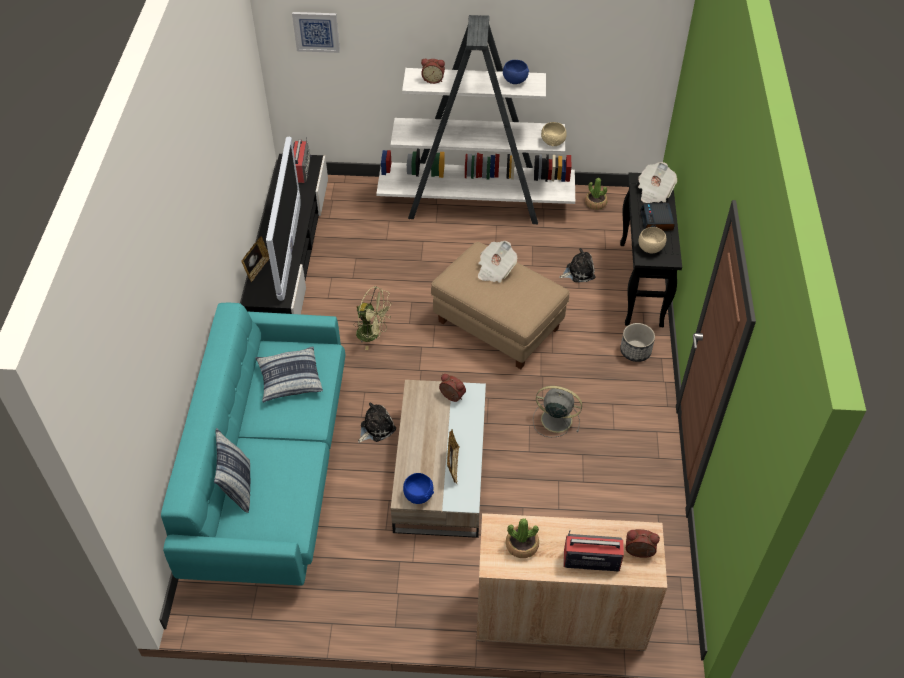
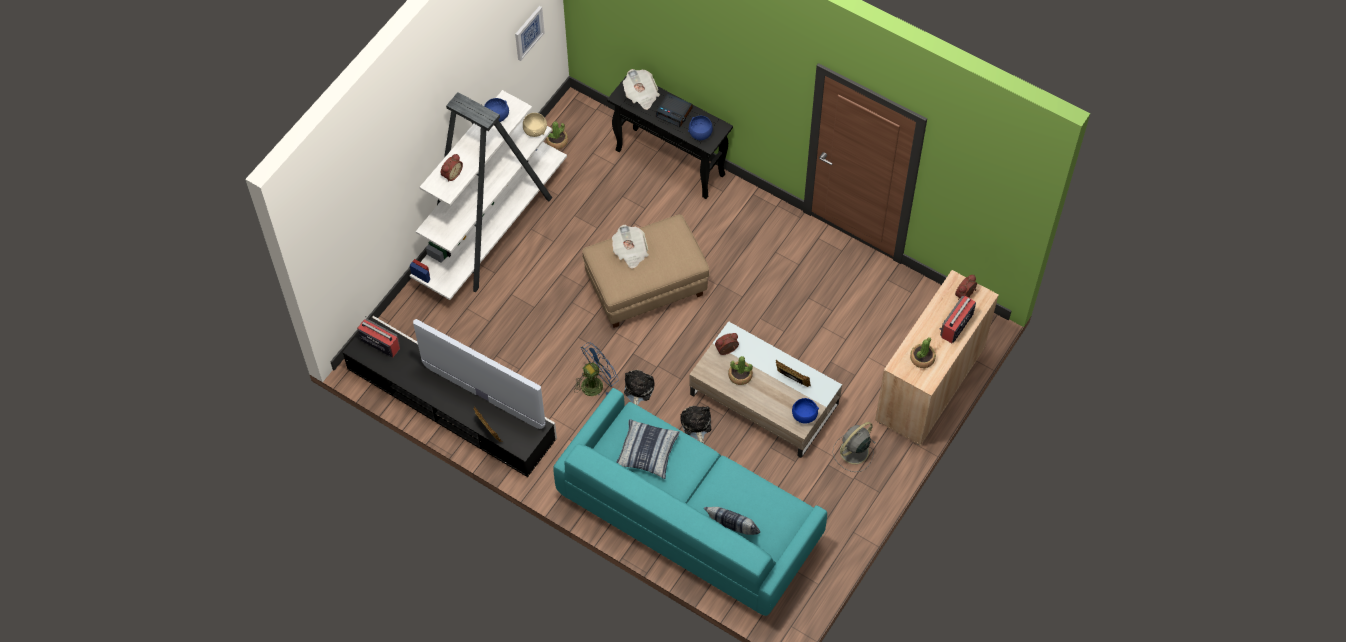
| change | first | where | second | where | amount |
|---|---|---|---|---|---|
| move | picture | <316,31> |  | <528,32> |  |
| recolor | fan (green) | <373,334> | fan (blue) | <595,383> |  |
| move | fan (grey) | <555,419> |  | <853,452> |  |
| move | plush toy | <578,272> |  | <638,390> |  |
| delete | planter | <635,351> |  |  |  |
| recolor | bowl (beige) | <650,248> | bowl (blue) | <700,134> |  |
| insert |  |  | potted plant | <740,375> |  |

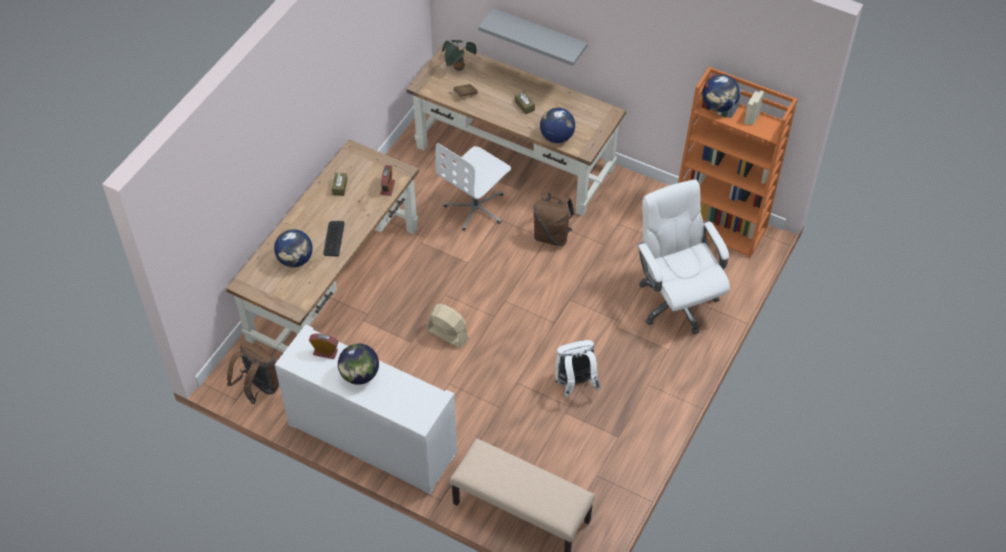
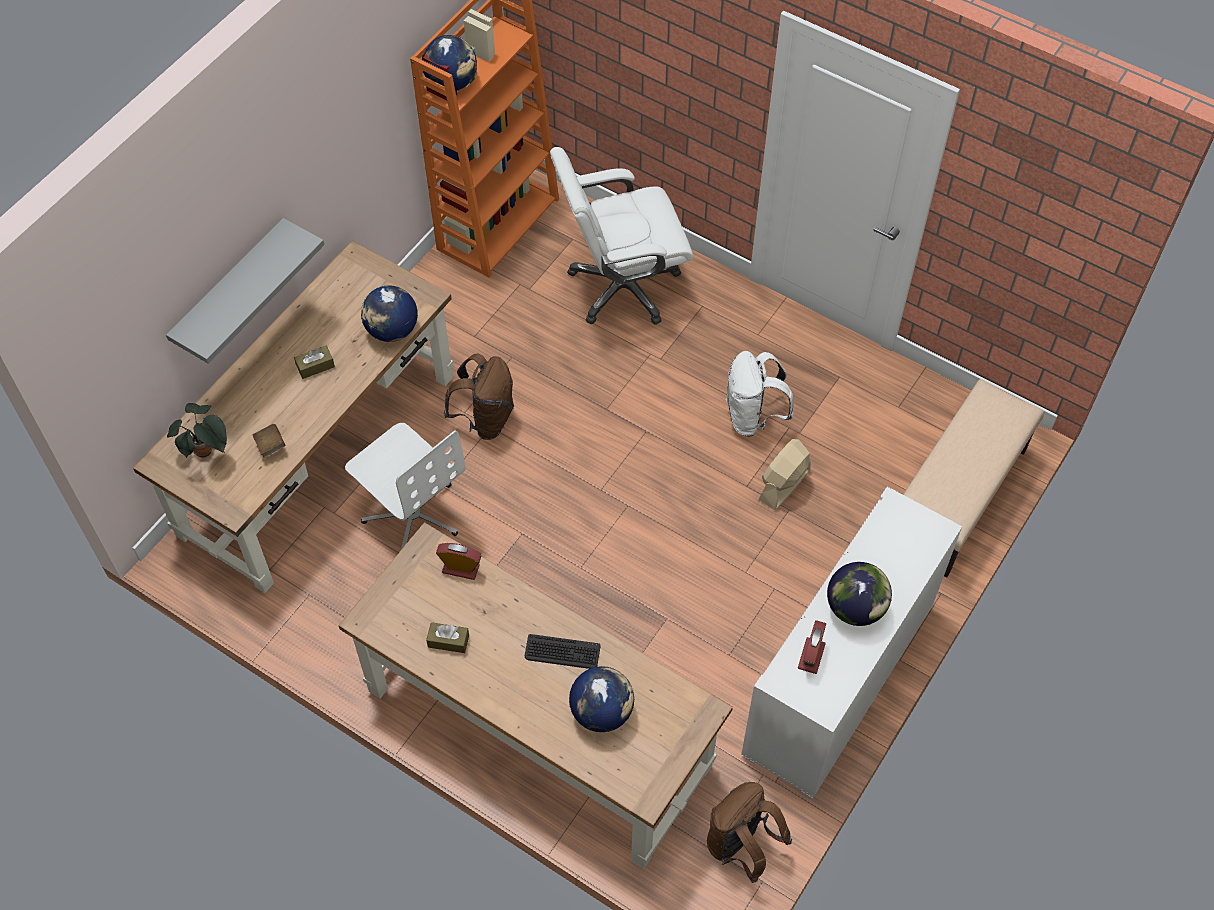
| change | first | where | second | where | amount |
|---|---|---|---|---|---|
| move | fan (beige) | <447,334> |  | <784,484> |  |

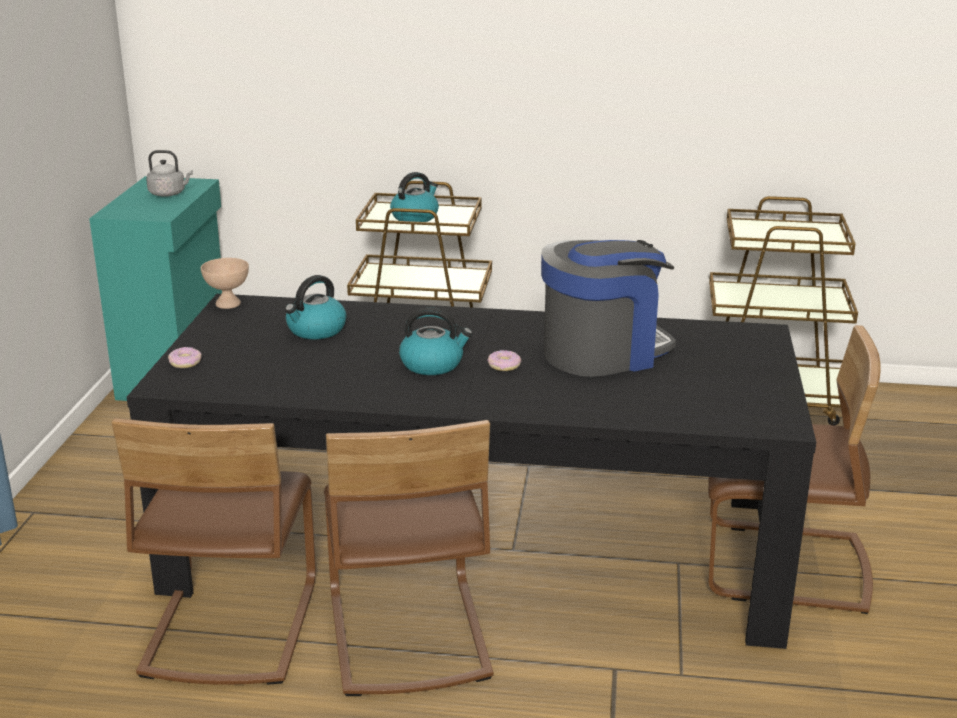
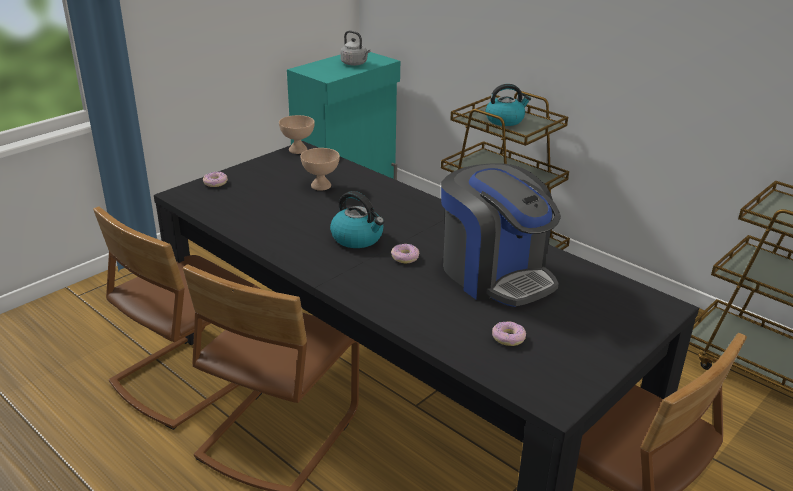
| change | first | where | second | where | amount |
|---|---|---|---|---|---|
| replace | kettle | <316,330> | bowl (beige) | <321,186> |  |
| rotate | coffee machine | <603,352> |  | <495,274> | 45 degrees clockwise |
| insert |  |  | donut | <508,338> |  |

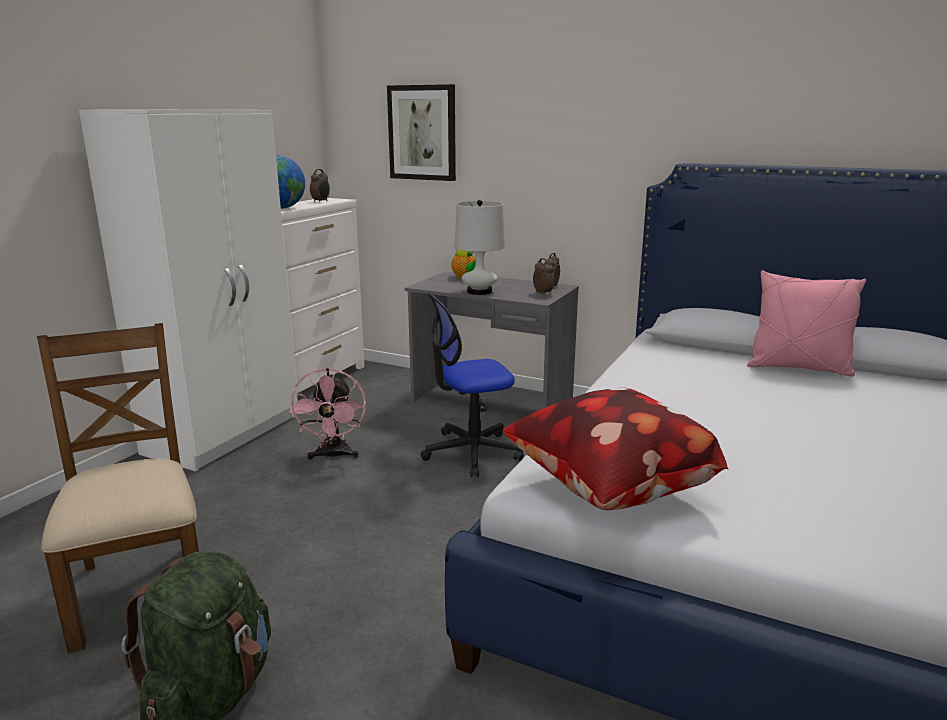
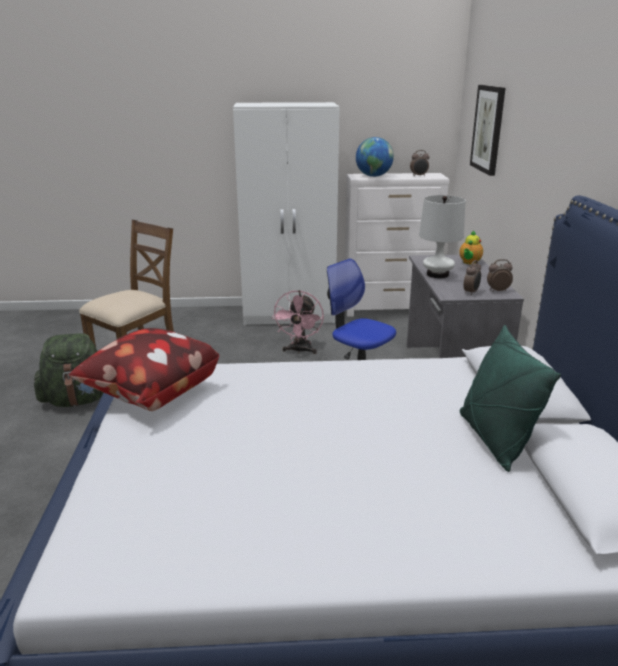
| change | first | where | second | where | amount |
|---|---|---|---|---|---|
| rotate | fan (pink) | <333,456> |  | <299,350> | 45 degrees counterclockwise |
| recolor | pillow (pink) | <798,368> | pillow (green) | <494,440> |  |

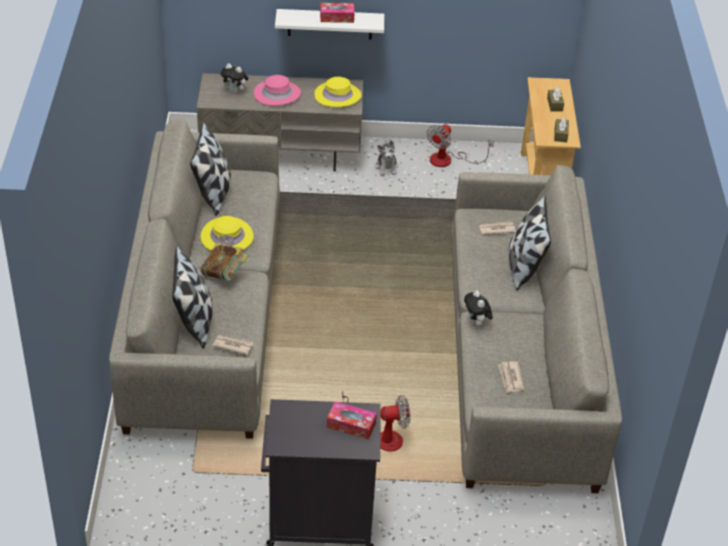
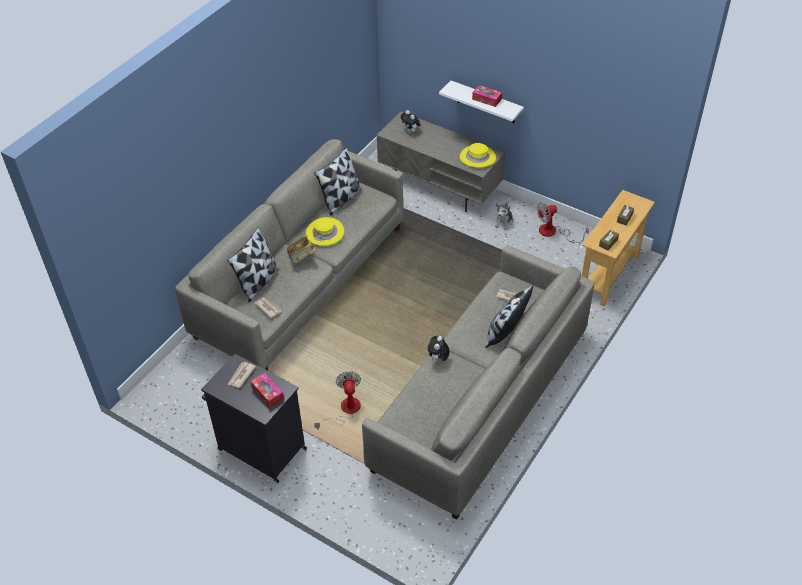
| change | first | where | second | where | amount |
|---|---|---|---|---|---|
| delete | hat (pink) | <277,94> |  |  |  |
| rotate | fan | <381,436> |  | <345,410> | 120 degrees counterclockwise |
| move | newspaper | <511,378> |  | <241,376> |  |

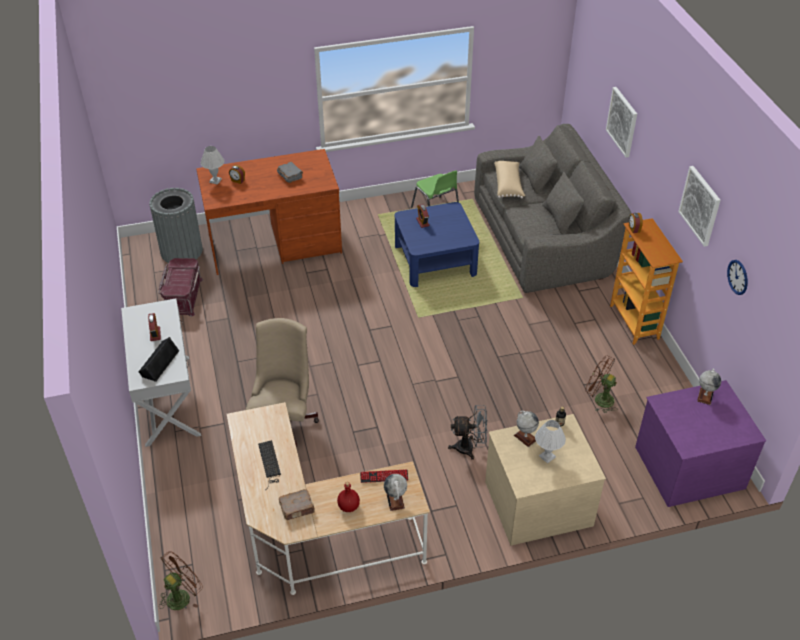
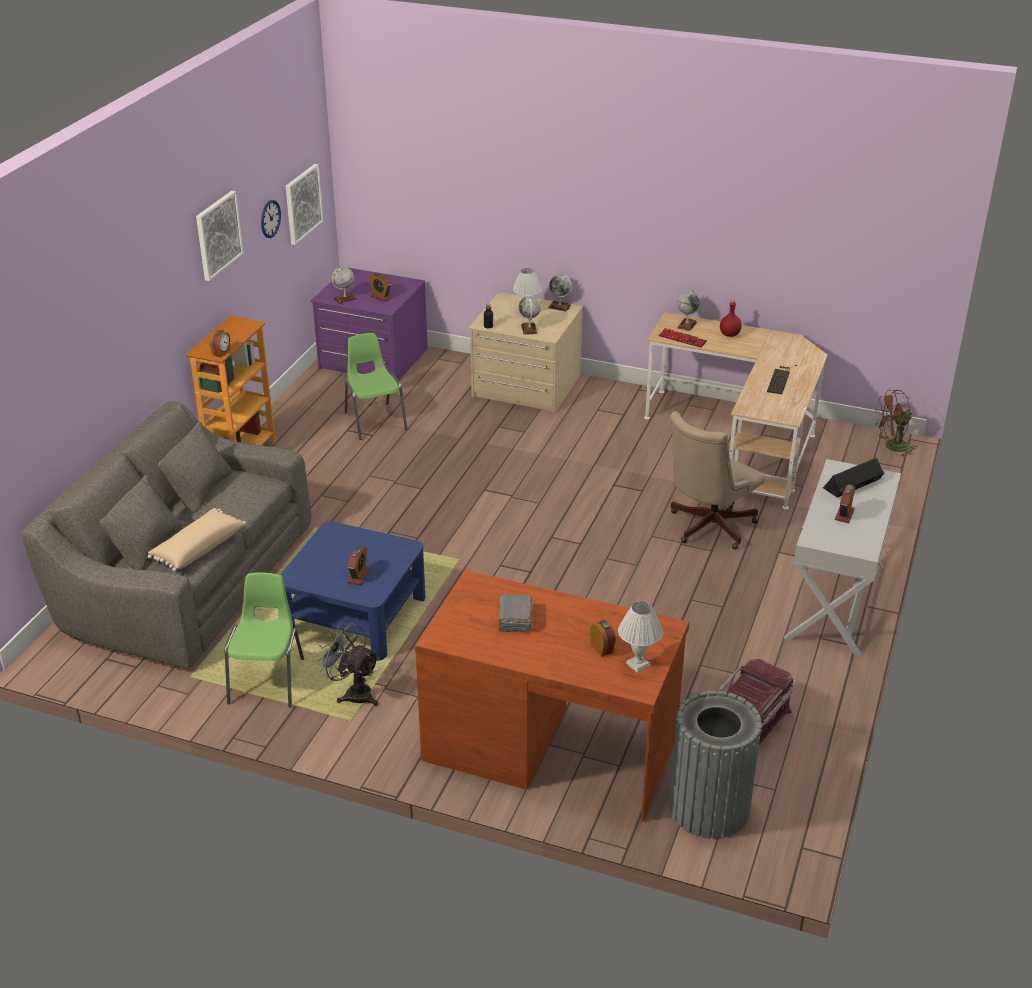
| change | first | where | second | where | amount |
|---|---|---|---|---|---|
| delete | book (brown) | <297,508> |  |  |  |
| move | fan (grey) | <470,448> |  | <353,693> |  |
| replace | fan (brown) | <599,399> | chair (green) | <375,420> |  |
| move | picture | <622,121> |  | <302,203> |  |
| insert |  |  | alarm clock | <381,297> |  |
| insert |  |  | globe | <559,307> |  |

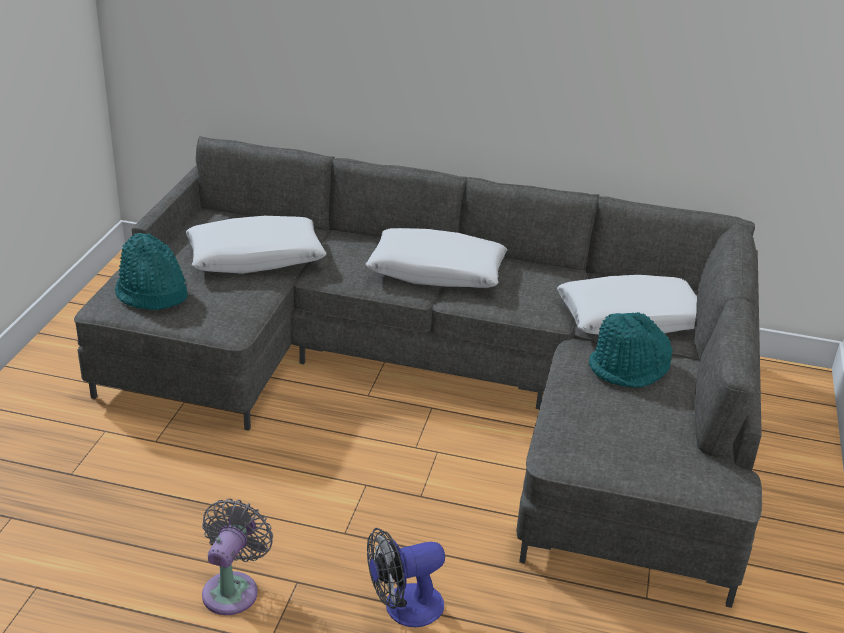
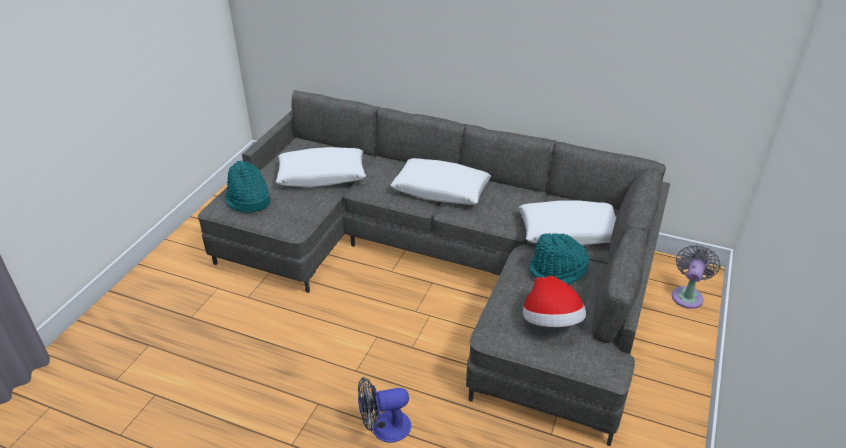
| change | first | where | second | where | amount |
|---|---|---|---|---|---|
| move | fan (grey) | <233,589> |  | <688,295> |  |
| insert |  |  | hat | <551,322> |  |

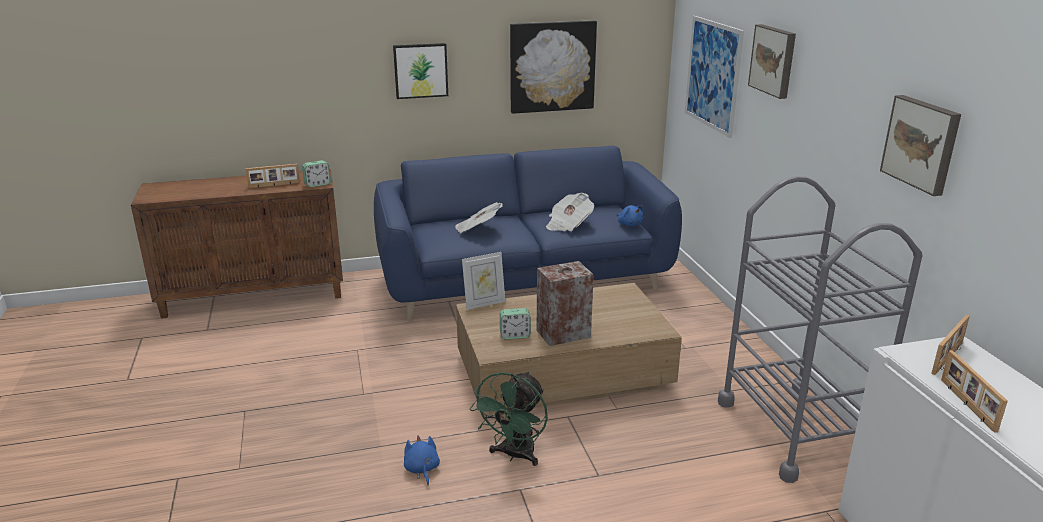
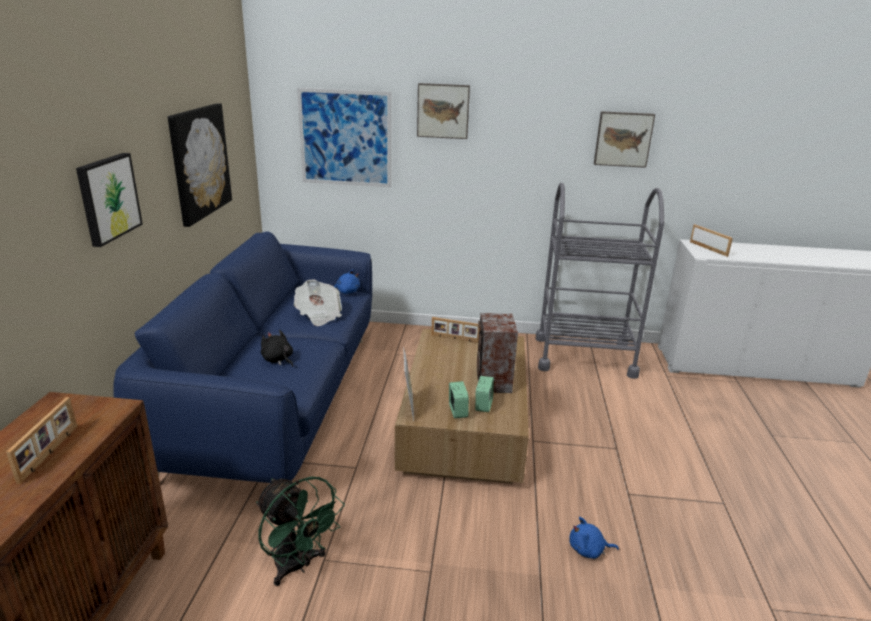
| change | first | where | second | where | amount |
|---|---|---|---|---|---|
| move | alarm clock | <317,184> |  | <457,411> |  |
| replace | newspaper | <477,229> | plush toy (black) | <278,360> |  |
| move | fan (green) | <514,455> |  | <298,566> |  |
| move | picture frame | <966,405> |  | <454,338> |  |

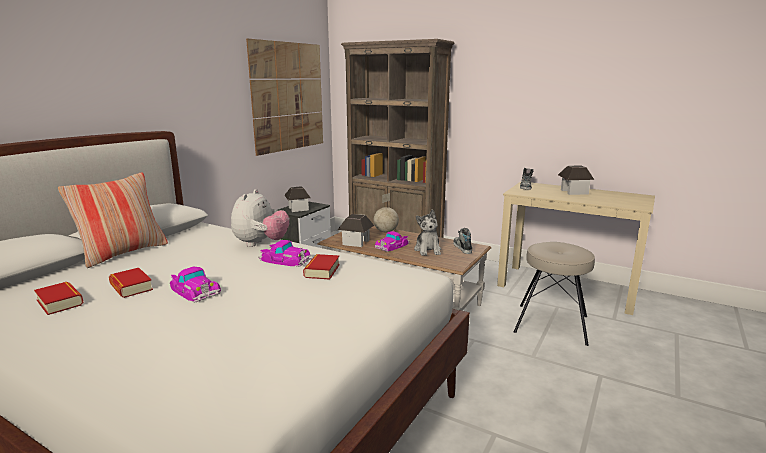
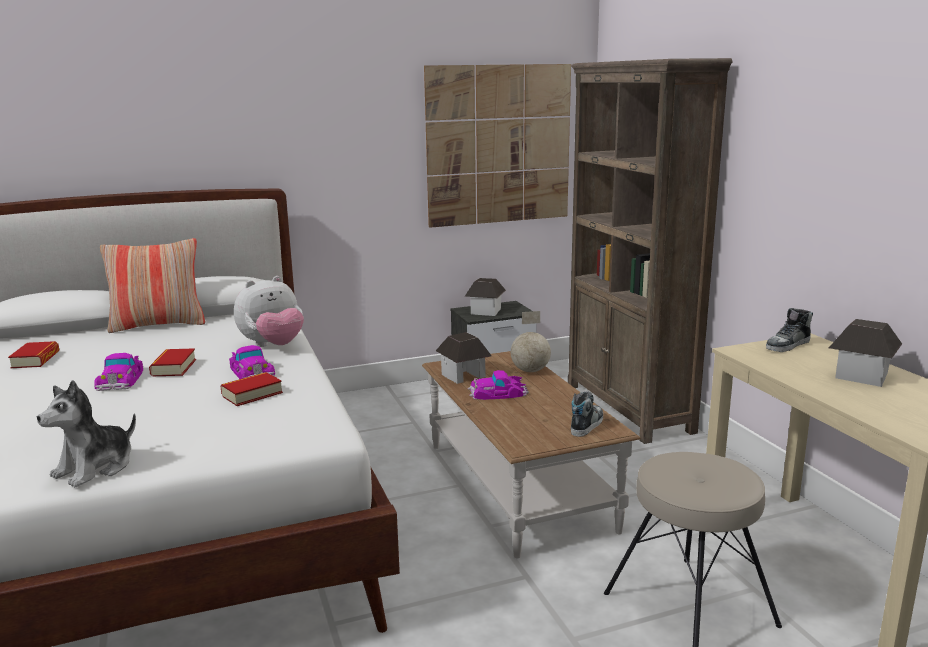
| change | first | where | second | where | amount |
|---|---|---|---|---|---|
| move | book | <131,287> |  | <173,367> |  |
| move | plush toy | <428,250> |  | <95,468> |  |

